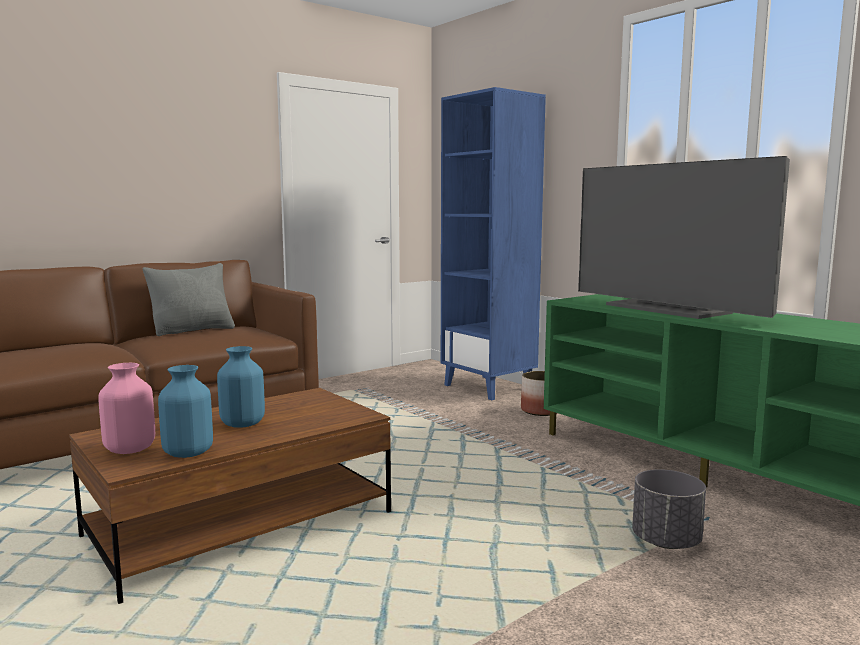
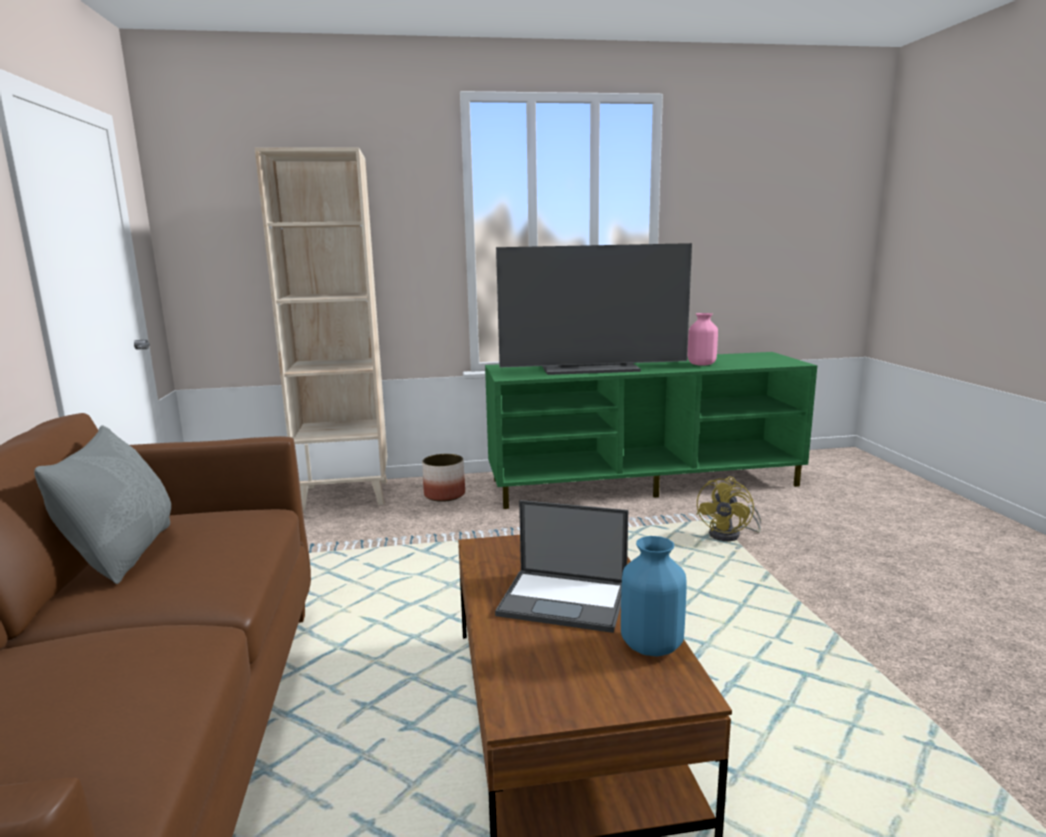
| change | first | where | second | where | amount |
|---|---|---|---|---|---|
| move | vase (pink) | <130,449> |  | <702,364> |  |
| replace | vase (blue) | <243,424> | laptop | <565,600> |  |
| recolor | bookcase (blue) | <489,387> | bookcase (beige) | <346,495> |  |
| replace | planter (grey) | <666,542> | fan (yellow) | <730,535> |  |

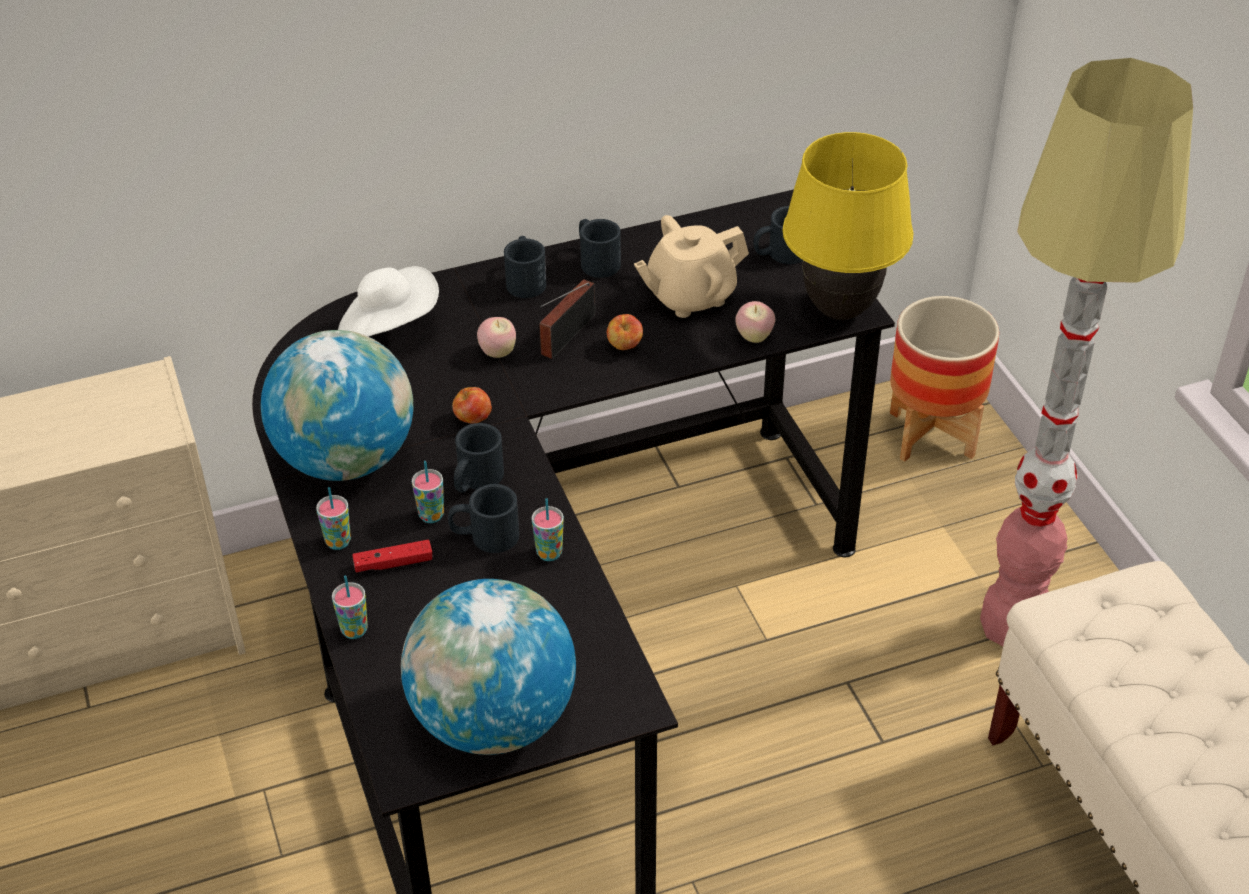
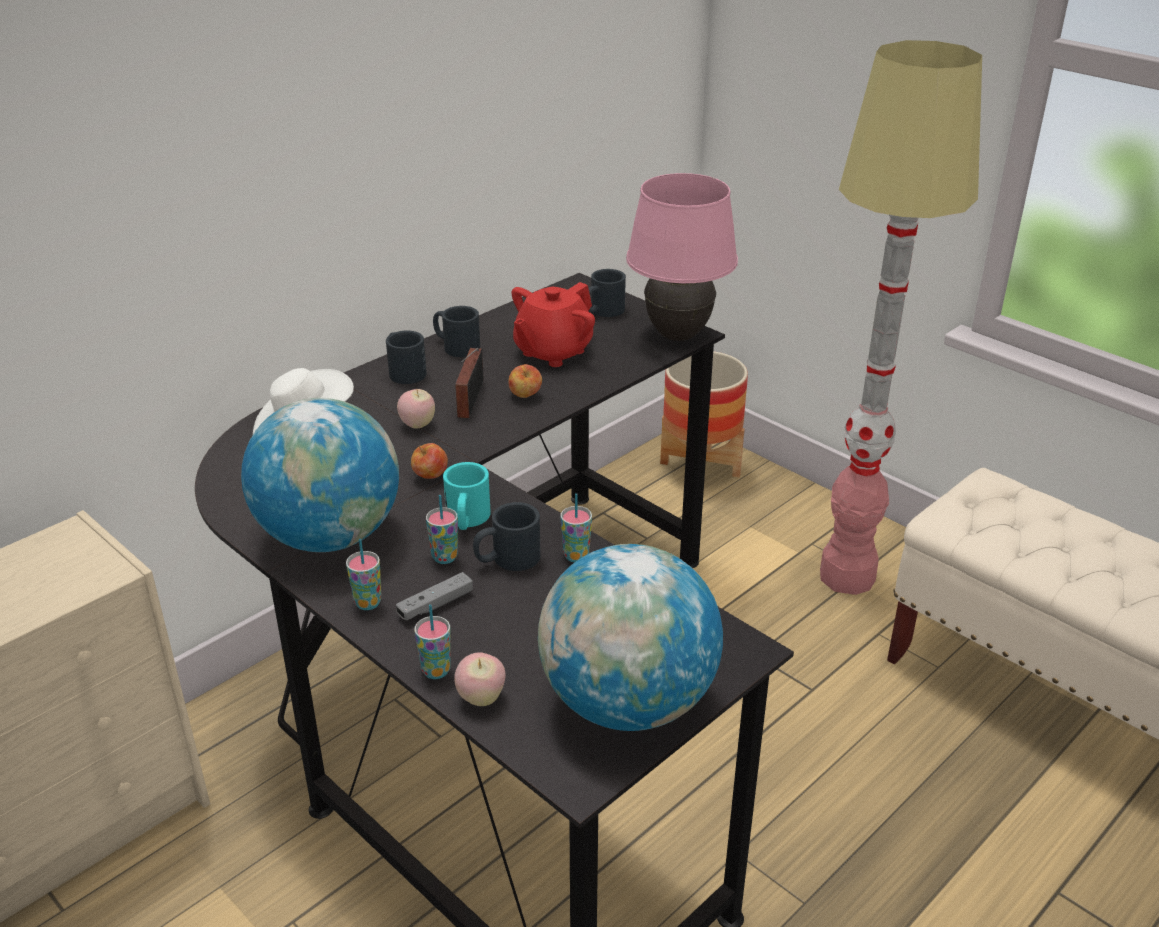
| change | first | where | second | where | amount |
|---|---|---|---|---|---|
| recolor | game controller (red) | <393,563> | game controller (grey) | <435,605> |  |
| recolor | mug (black) | <475,480> | mug (turquoise) | <466,520> |  |
| recolor | teapot (beige) | <690,296> | teapot (red) | <552,352> |  |
| move | apple | <754,337> |  | <481,698> |  |
| recolor | table lamp (yellow) | <840,310> | table lamp (pink) | <678,335> |  |

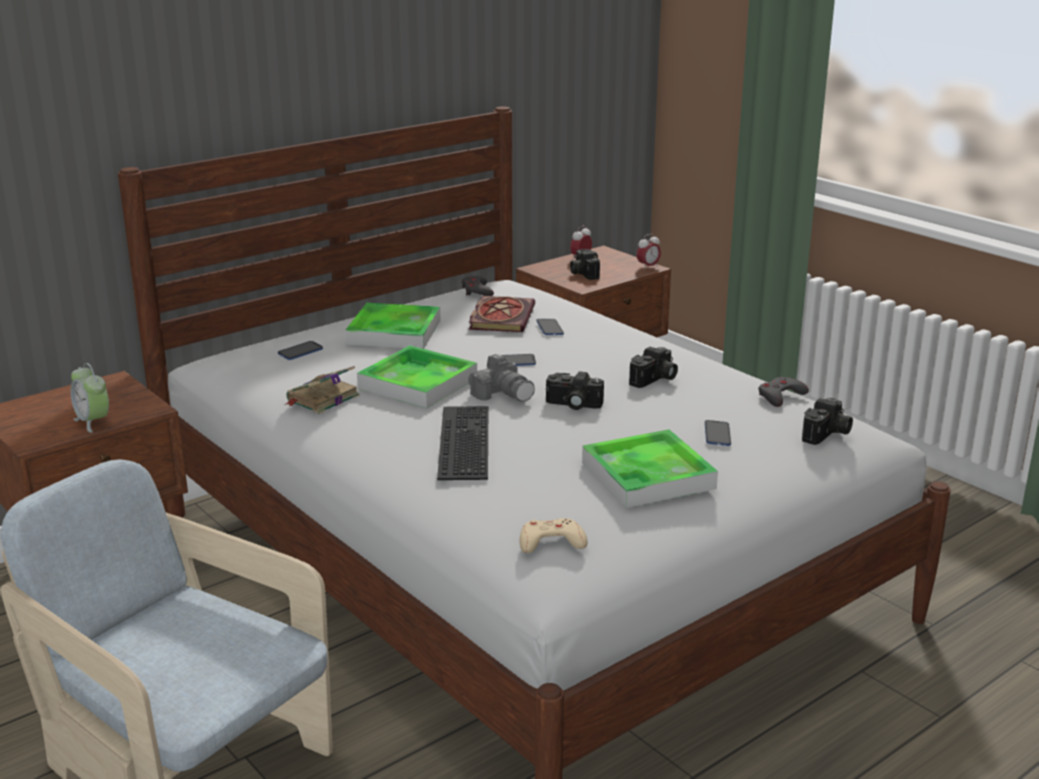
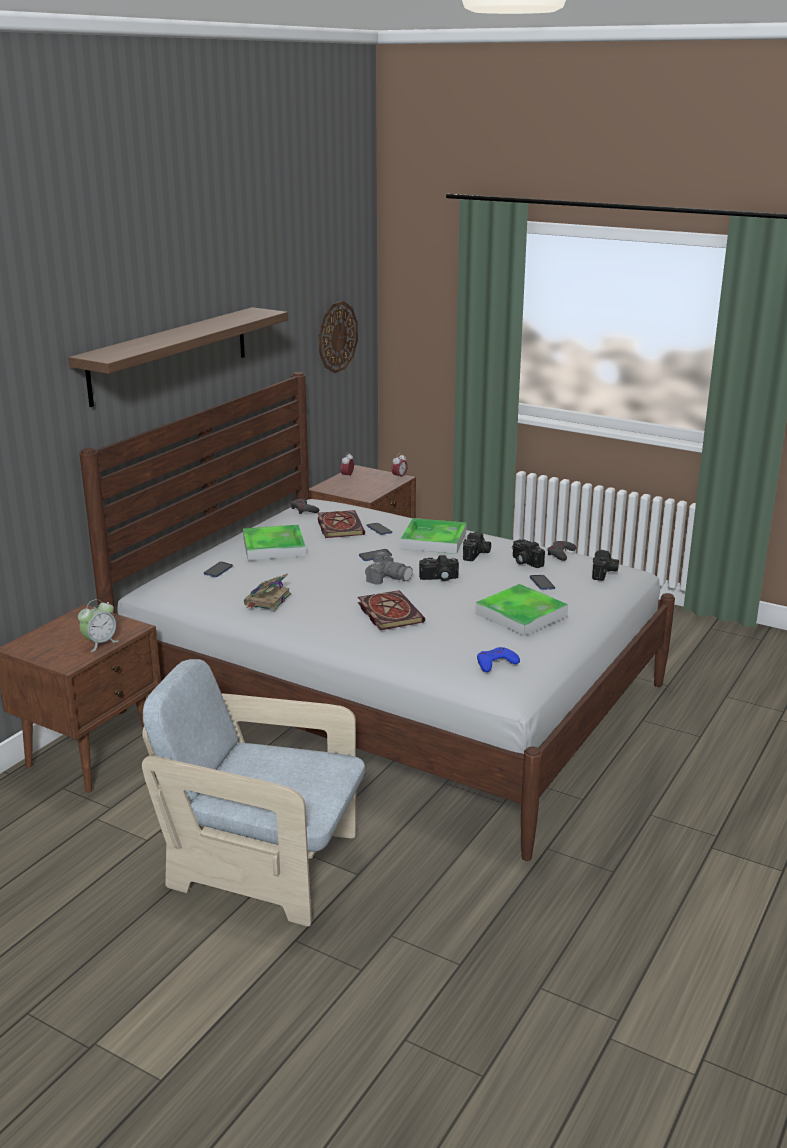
| change | first | where | second | where | amount |
|---|---|---|---|---|---|
| rotate | alarm clock | <93,422> |  | <100,643> | 75 degrees counterclockwise |
| move | tray | <418,383> |  | <433,540> |  |
| replace | keyboard | <461,441> | book | <388,612> |  |
| recolor | game controller (beige) | <551,542> | game controller (blue) | <495,663> |  |
| move | photo camera | <582,273> |  | <524,562> |  |
| insert |  |  | shelf | <170,355> |  |
| insert |  |  | wall clock | <337,337> |  |

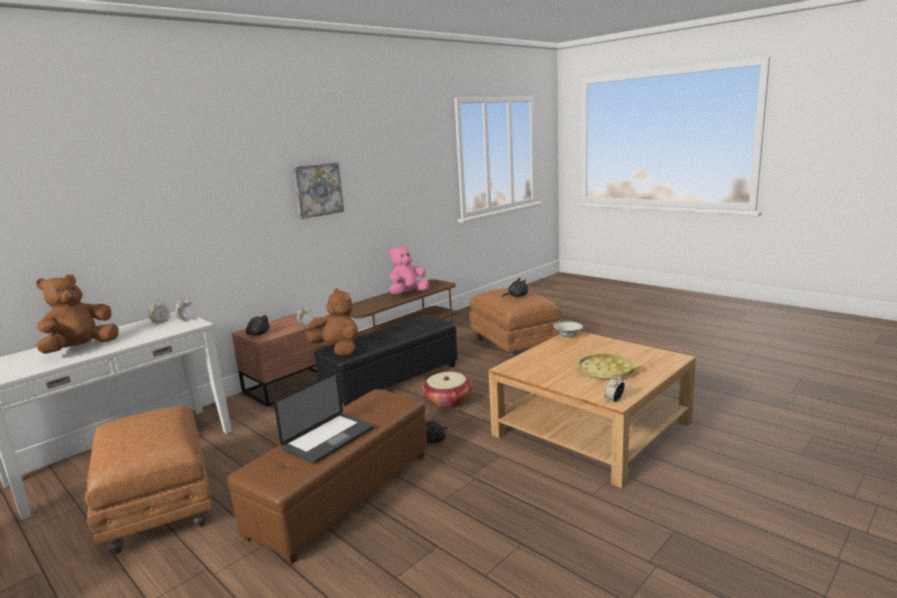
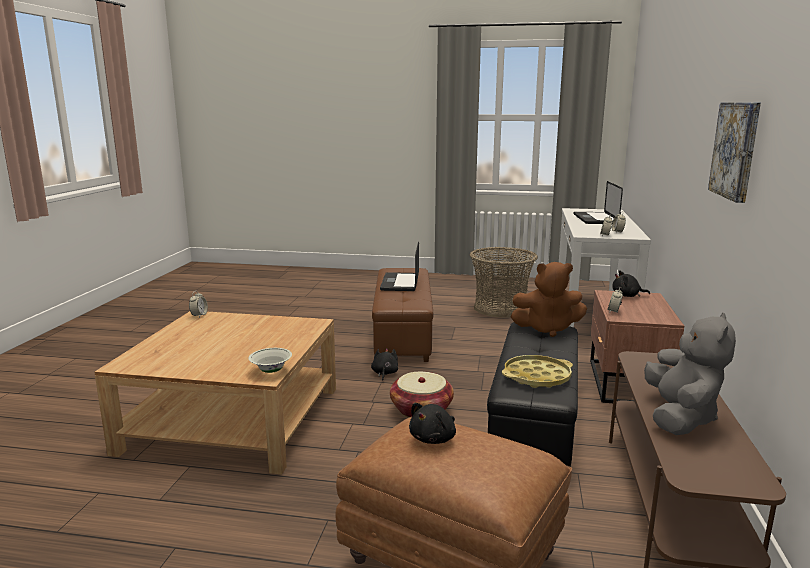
| change | first | where | second | where | amount |
|---|---|---|---|---|---|
| replace | plush toy (brown) | <80,348> | laptop | <595,219> |  |
| replace | ottoman (brown) | <158,507> | basket | <501,308> |  |
| recolor | plush toy (pink) | <408,294> | plush toy (grey) | <680,417> |  |
| move | tray (yellow) | <605,371> |  | <537,377> |  |

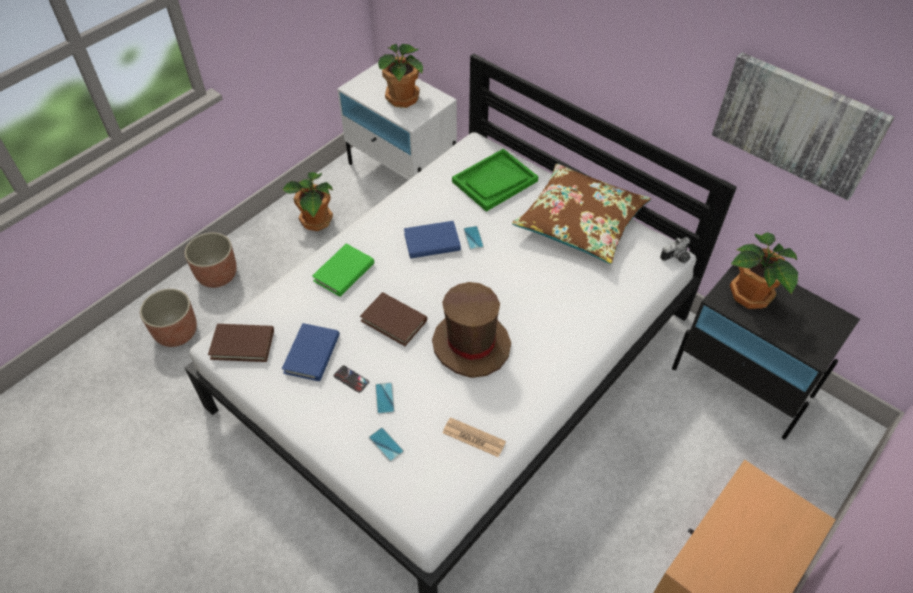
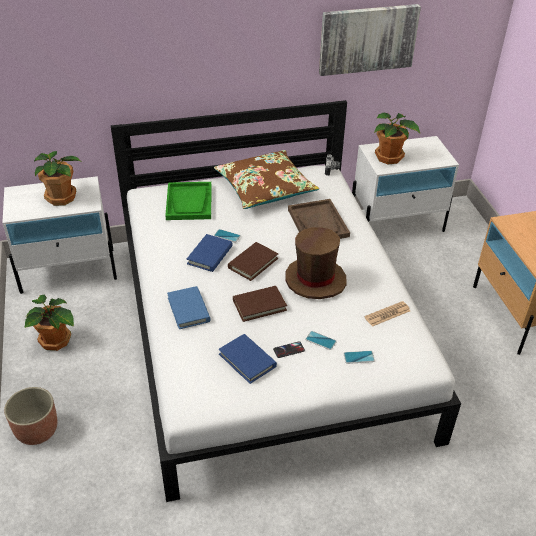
| change | first | where | second | where | amount |
|---|---|---|---|---|---|
| delete | planter | <177,332> |  |  |  |
| move | book (brown) | <242,344> |  | <253,263> |  |
| recolor | book (green) | <344,272> | book (blue) | <188,309> |  |
| recolor | nightstand (black) | <742,382> | nightstand (white) | <397,224> |  |
| insert |  |  | tray (brown) | <318,223> |  |

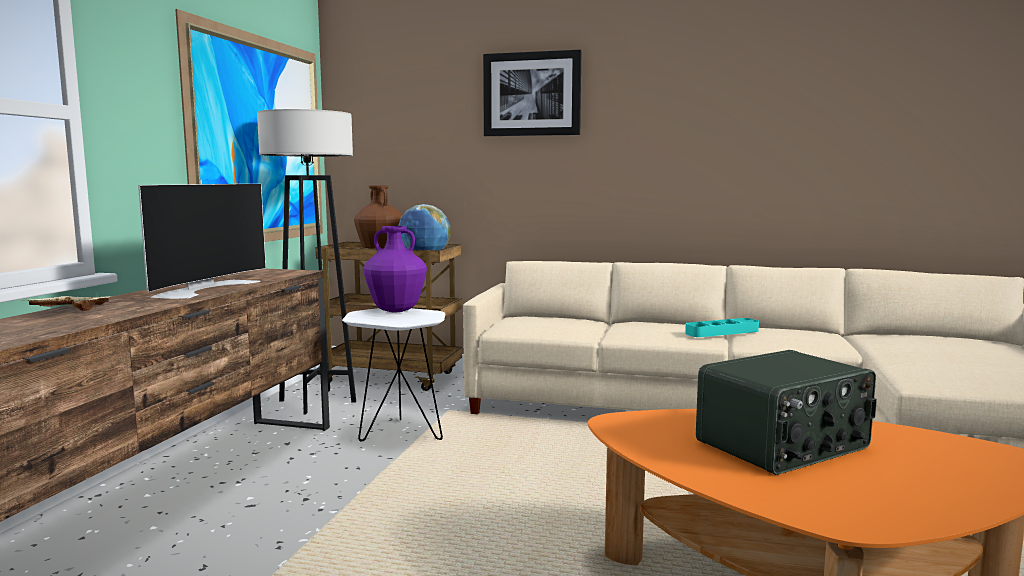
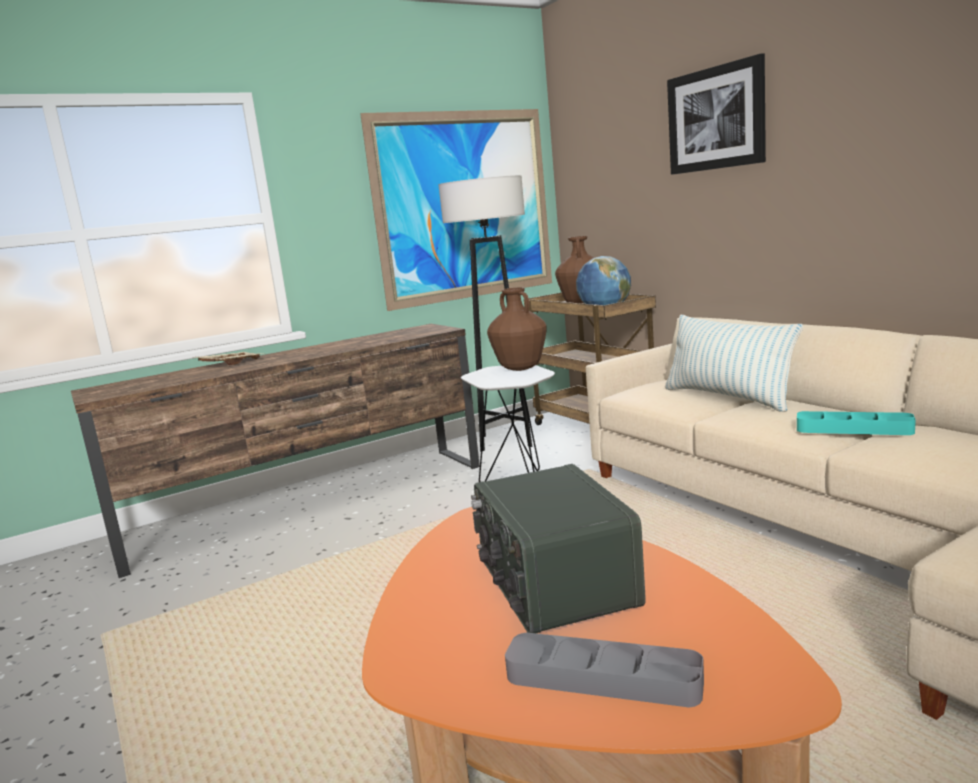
| change | first | where | second | where | amount |
|---|---|---|---|---|---|
| delete | television | <204,288> |  |  |  |
| recolor | vase (purple) | <395,310> | vase (brown) | <520,368> |  |
| rotate | radio | <784,446> |  | <553,583> | 60 degrees clockwise |
| insert |  |  | tray (grey) | <603,678> |  |
| insert |  |  | pillow | <728,397> |  |

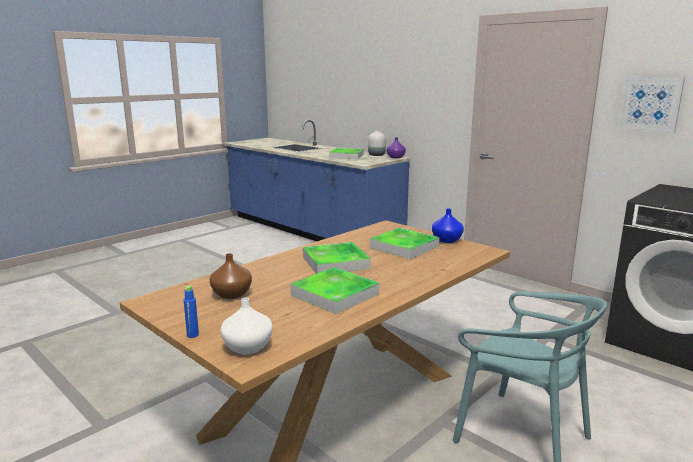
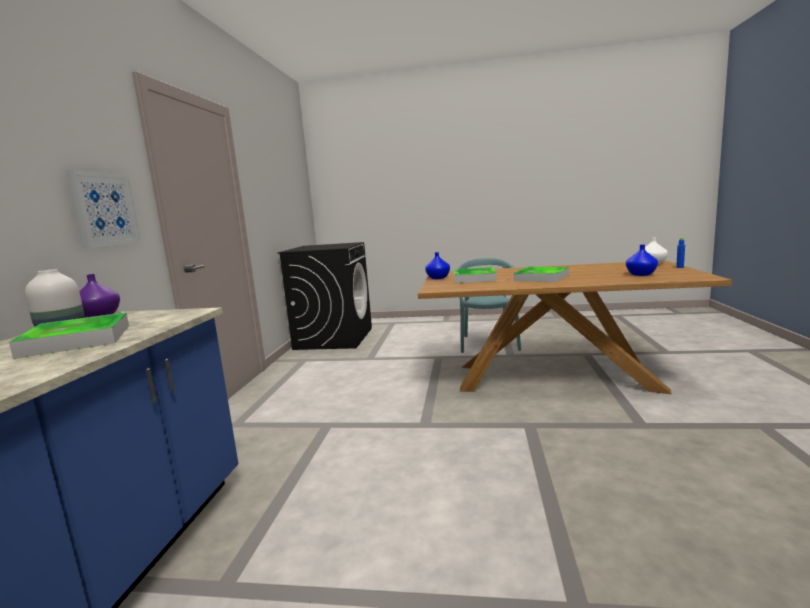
| change | first | where | second | where | amount |
|---|---|---|---|---|---|
| recolor | vase (brown) | <231,295> | vase (blue) | <641,274> |  |
| delete | tray | <335,294> |  |  |  |
| move | picture | <650,104> |  | <104,209> |  |

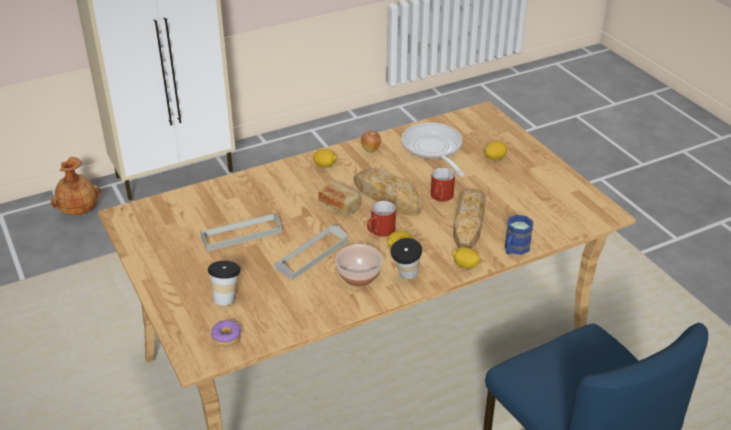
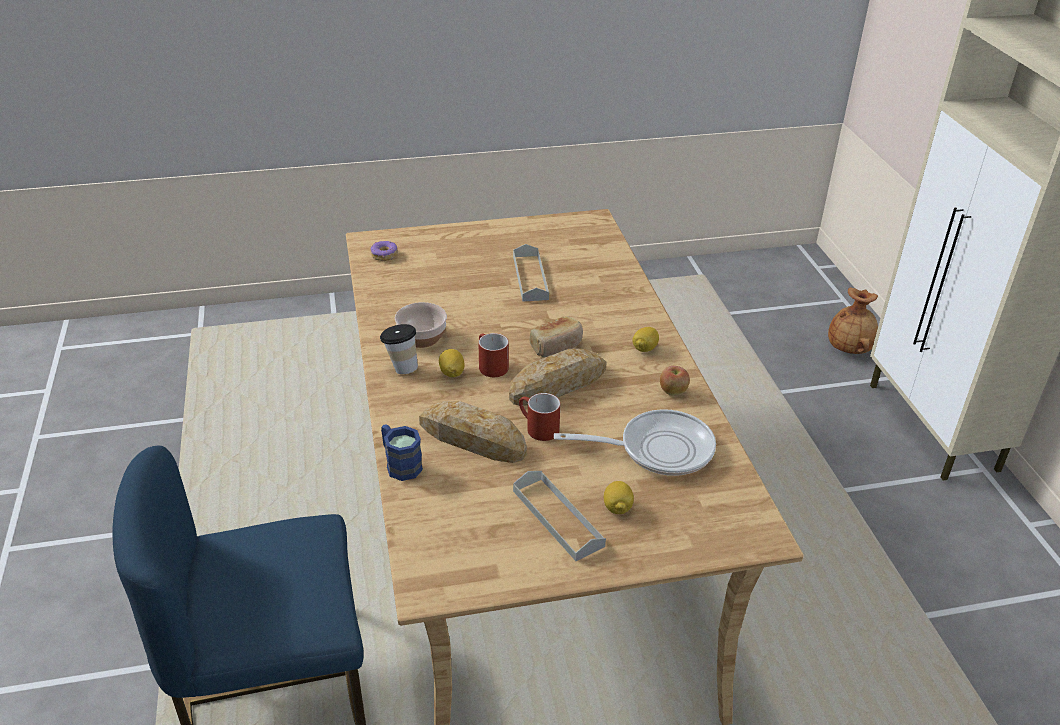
| change | first | where | second | where | amount |
|---|---|---|---|---|---|
| delete | cup | <227,297> |  |  |  |
| move | tray (grey) | <312,255> |  | <557,518> |  |
| delete | lemon | <465,265> |  |  |  |

